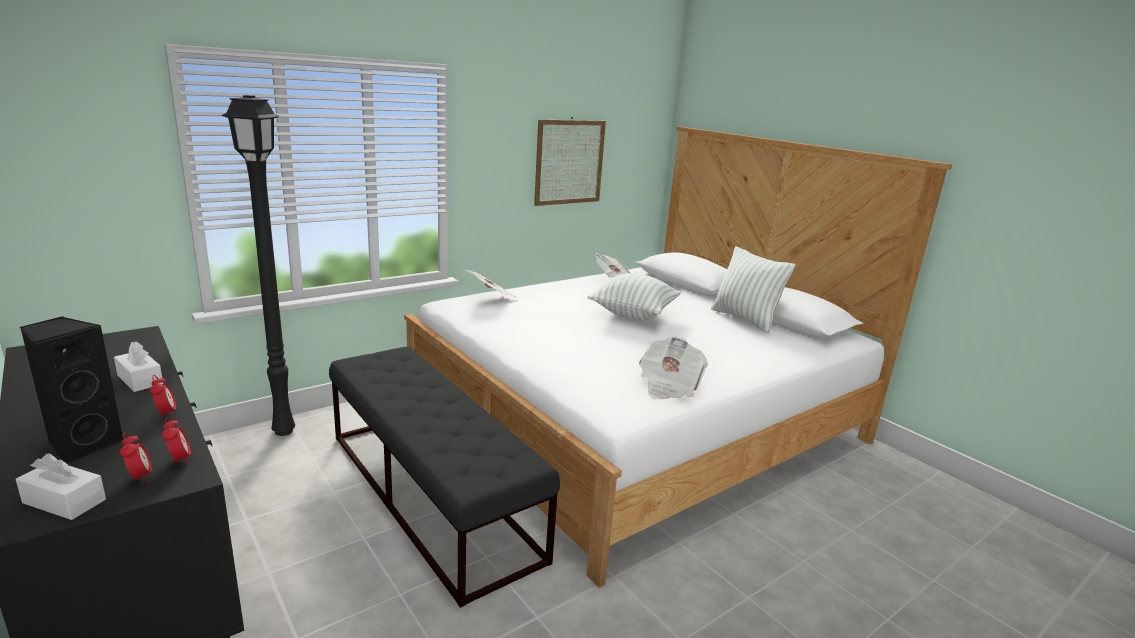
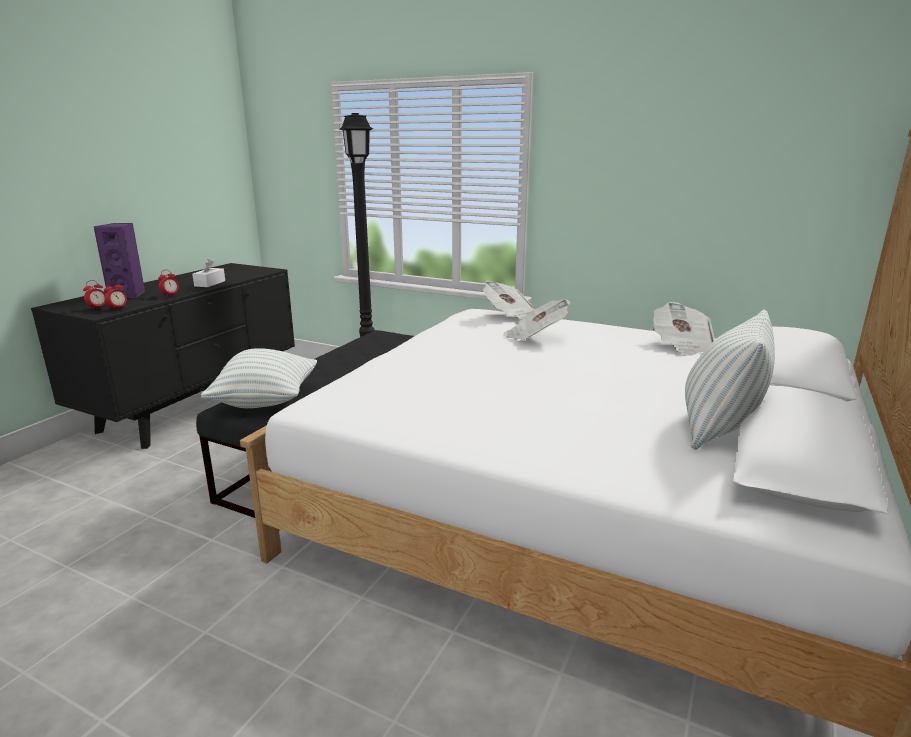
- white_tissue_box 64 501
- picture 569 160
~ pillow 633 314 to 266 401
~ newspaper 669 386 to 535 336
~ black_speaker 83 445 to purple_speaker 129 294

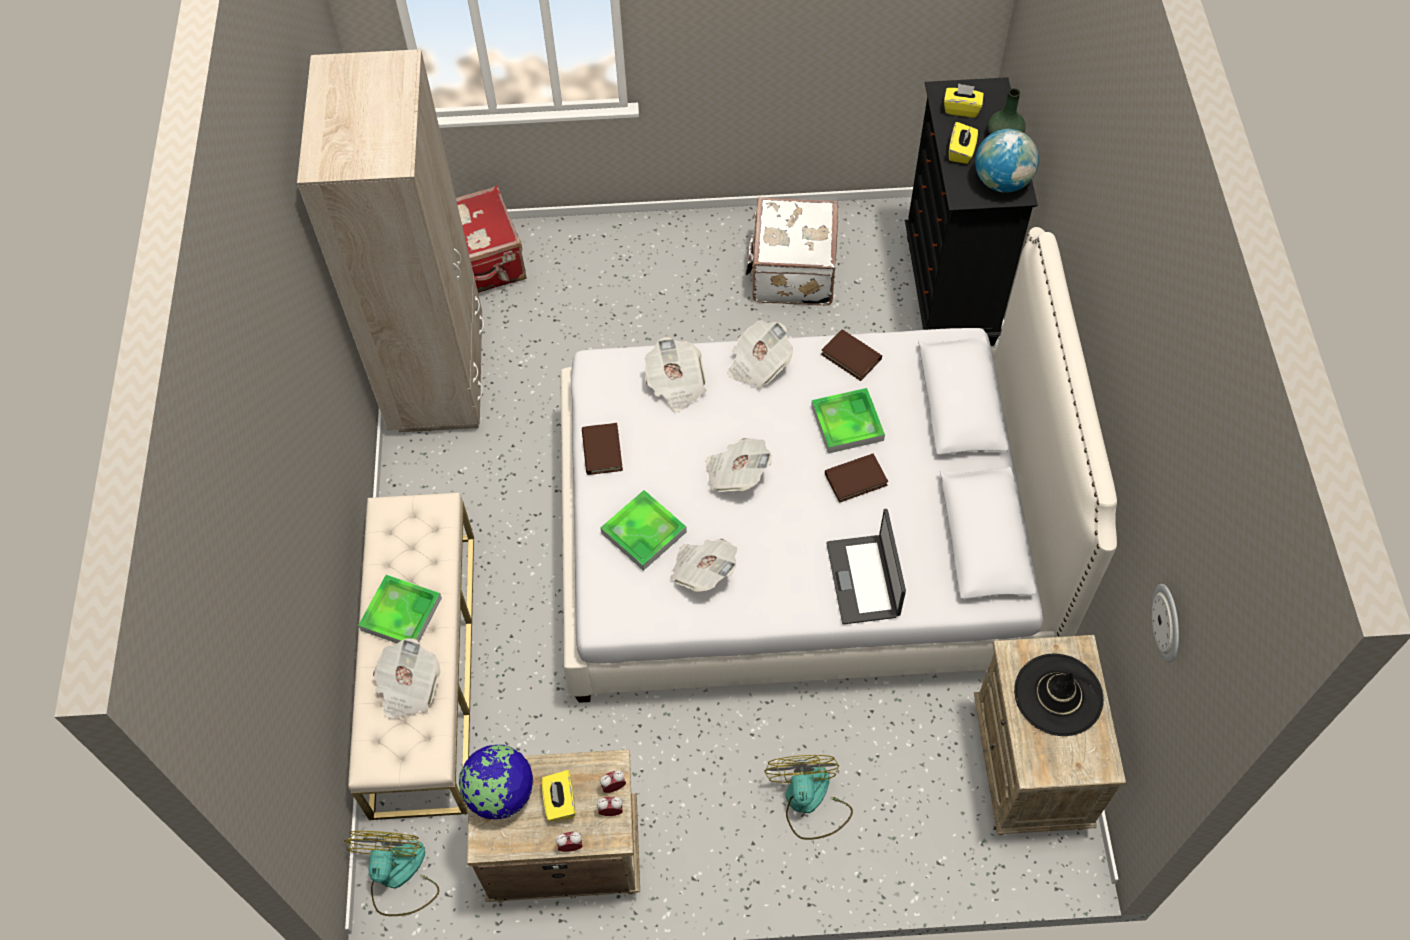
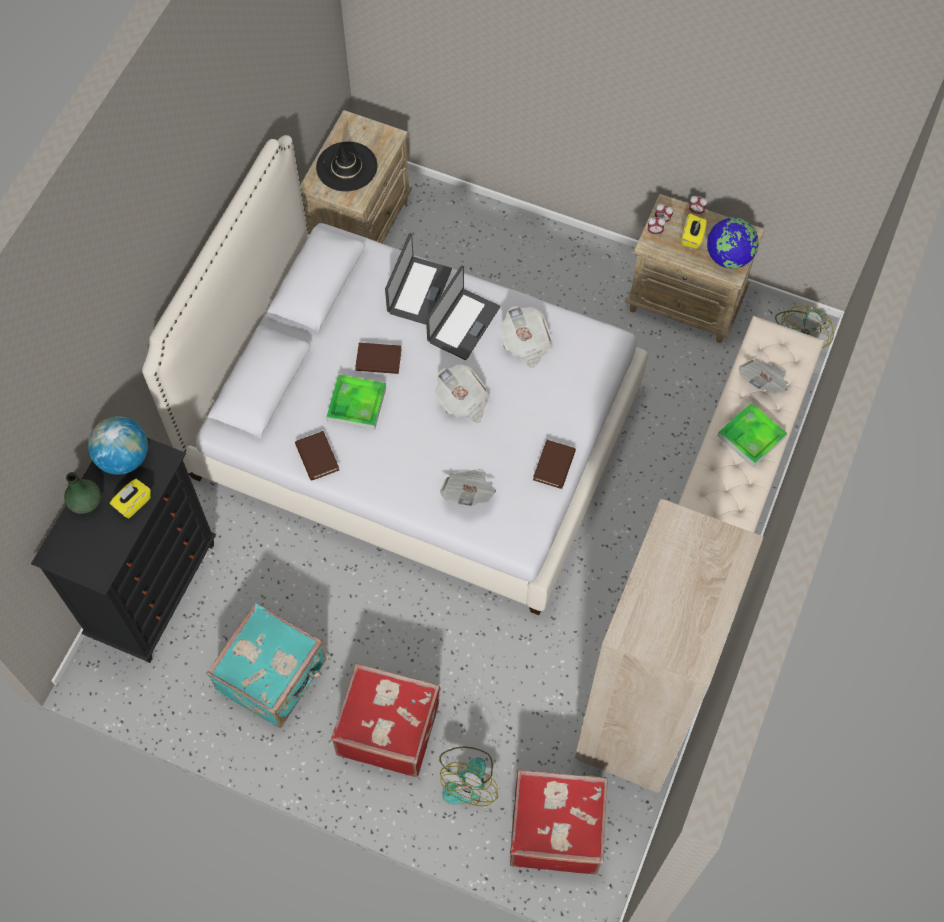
- tray 643 532
- newspaper 758 364
- yellow_tissue_box 961 109
- wall_clock 1168 622
+ red_suitcase 388 727
+ laptop 462 324
~ fan 809 802 to 468 778
~ white_suitcase 791 272 to turquoise_suitcase 274 676

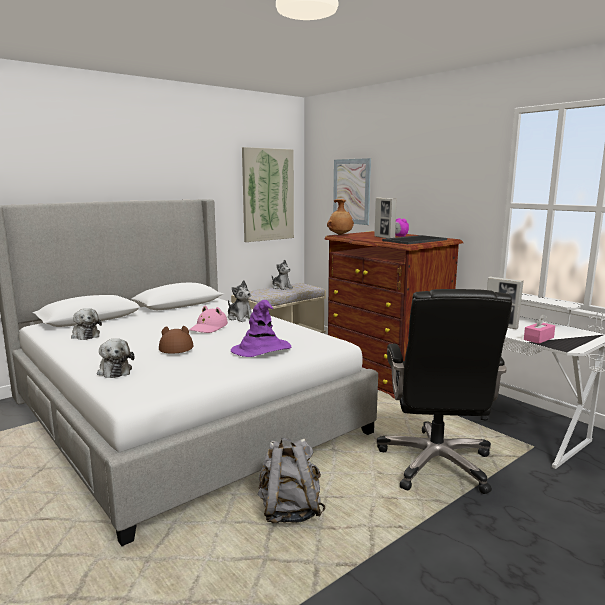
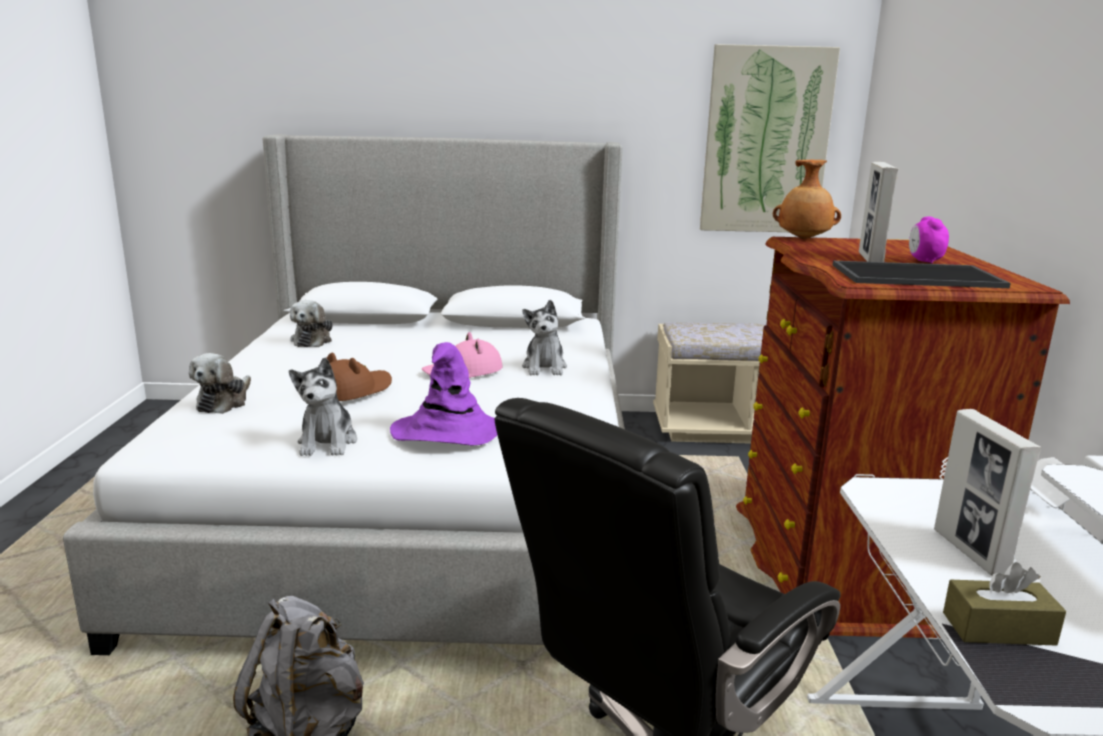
- picture 351 191
~ plush_toy 281 287 to 327 442
~ pink_tissue_box 538 339 to brown_tissue_box 998 629

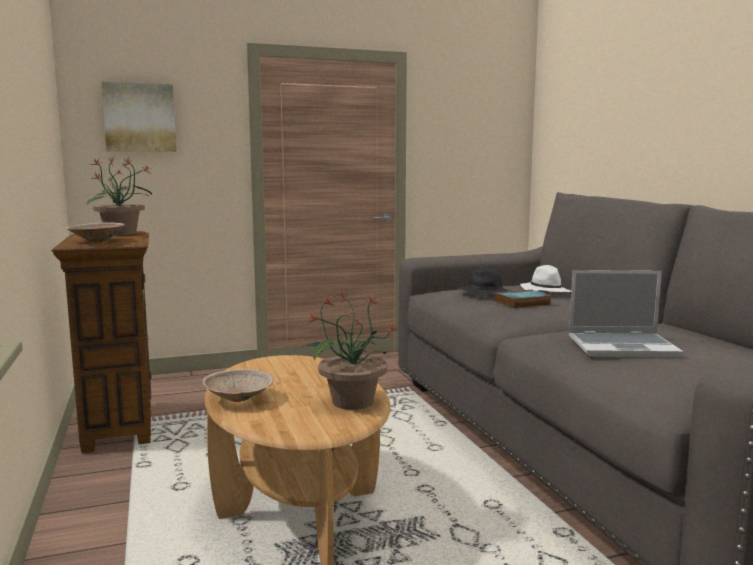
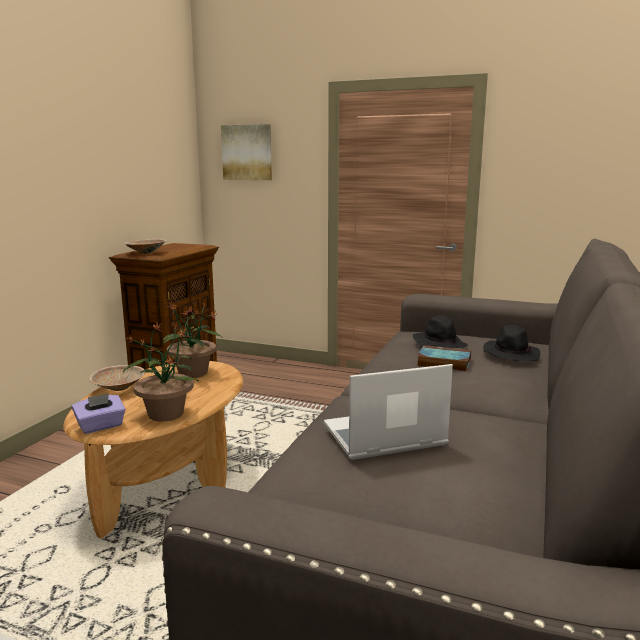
+ purple_tissue_box 101 426
~ potted_plant 121 233 to 193 373
~ white_hat 545 291 to black_hat 510 355
~ laptop 623 347 = 383 437 120 degrees clockwise

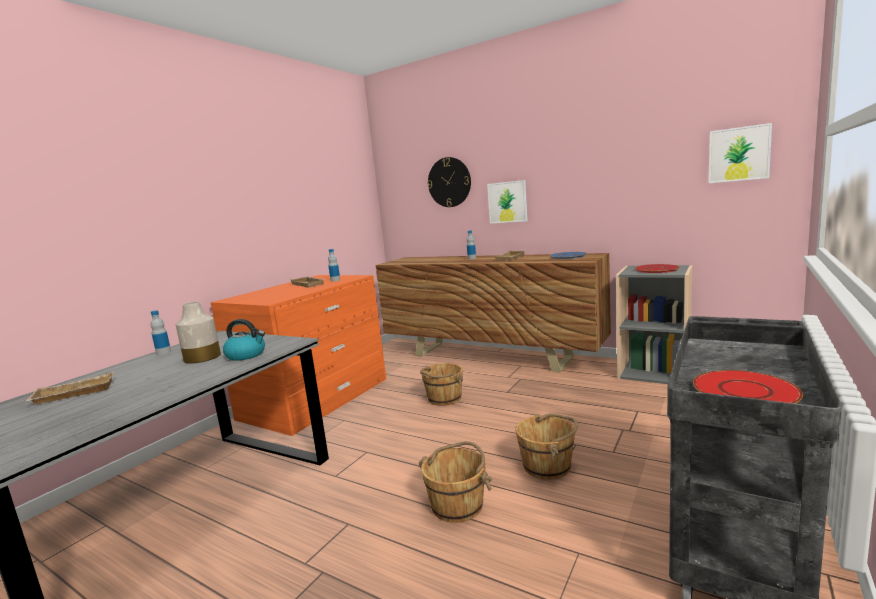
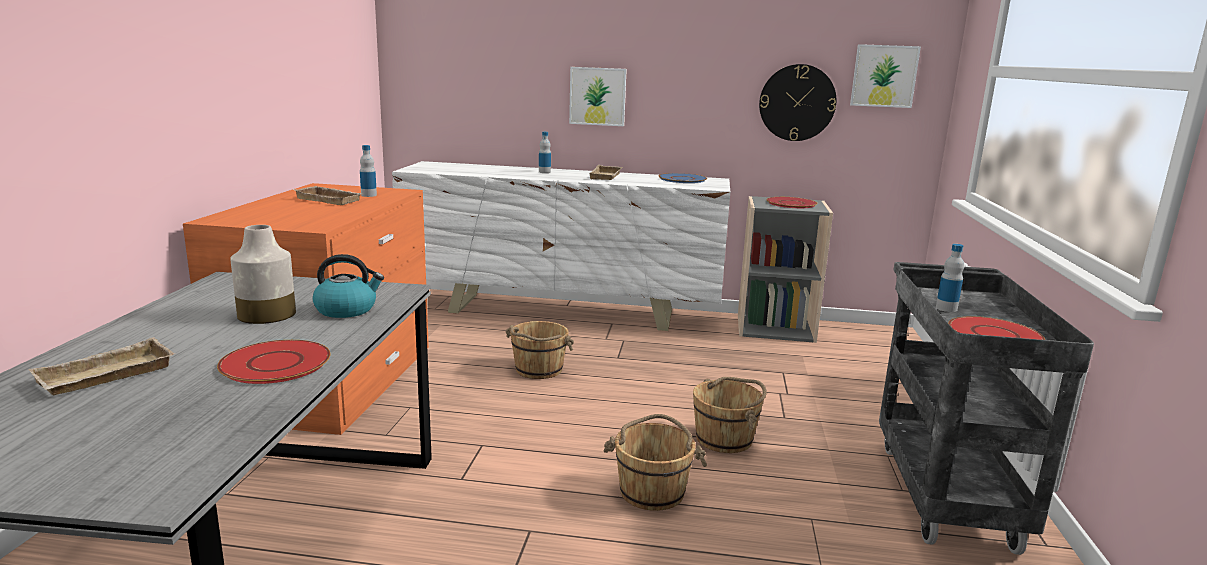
+ red_plate 276 363
~ bottle 163 353 to 946 308
~ wall_clock 449 182 to 797 103
~ brown_cabinet 491 356 to white_cabinet 562 312

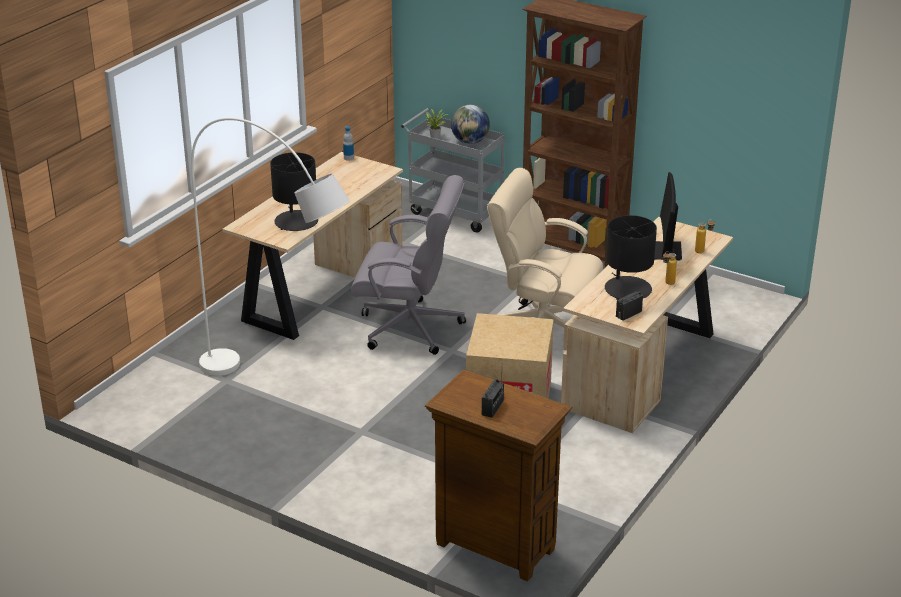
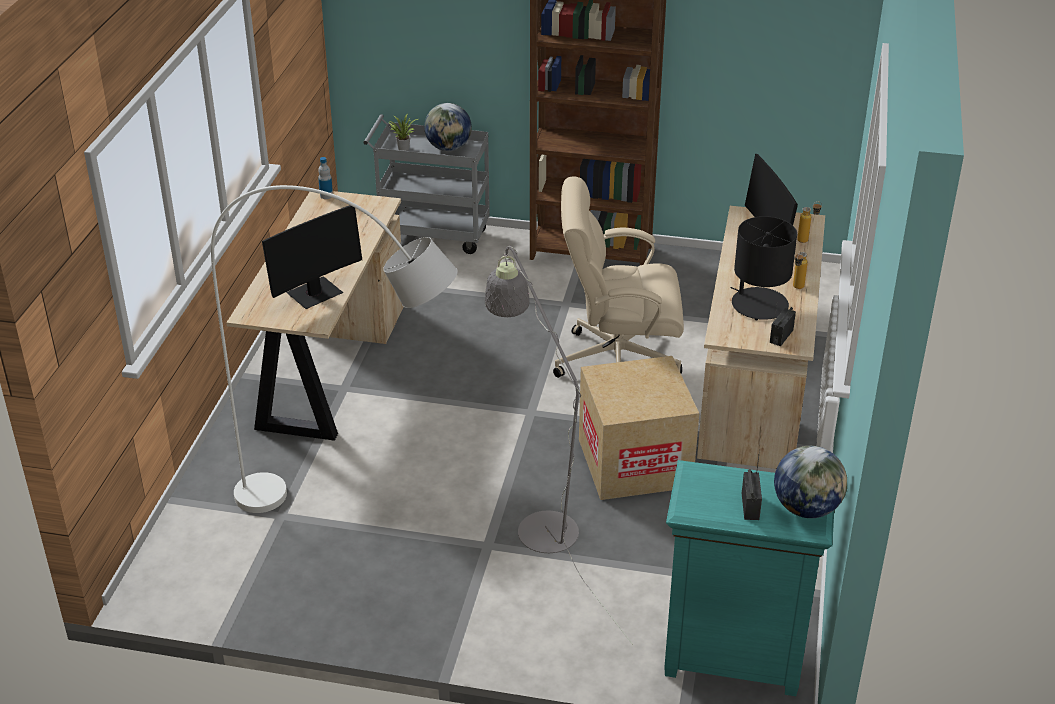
- grey_office_chair 409 327
+ grey_floor_lamp 540 521
+ globe 806 508
~ black_table_lamp 296 221 to monitor 315 294
~ brown_cabinet 493 547 to turquoise_cabinet 731 661

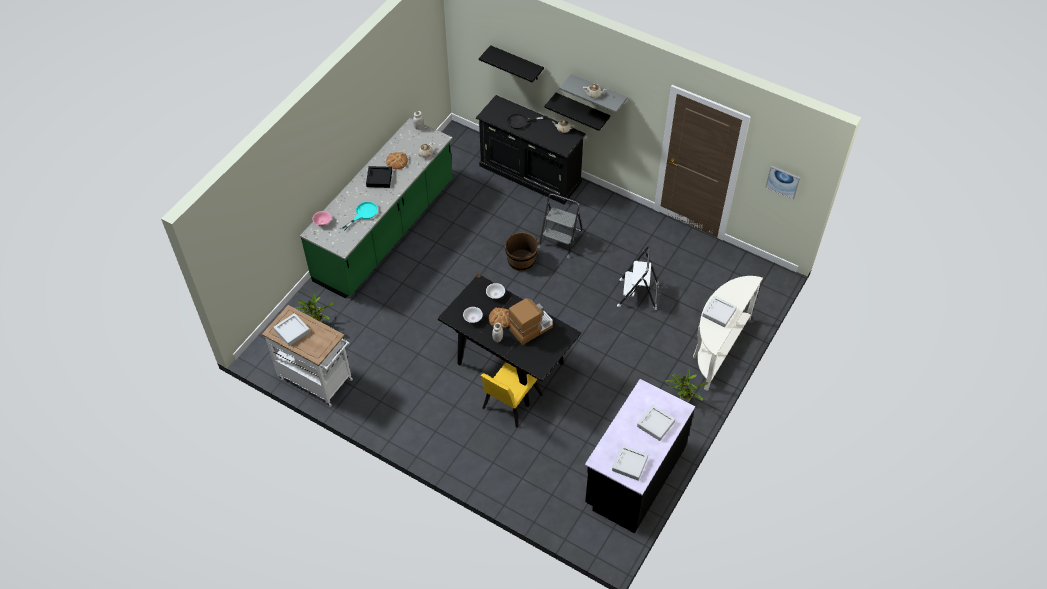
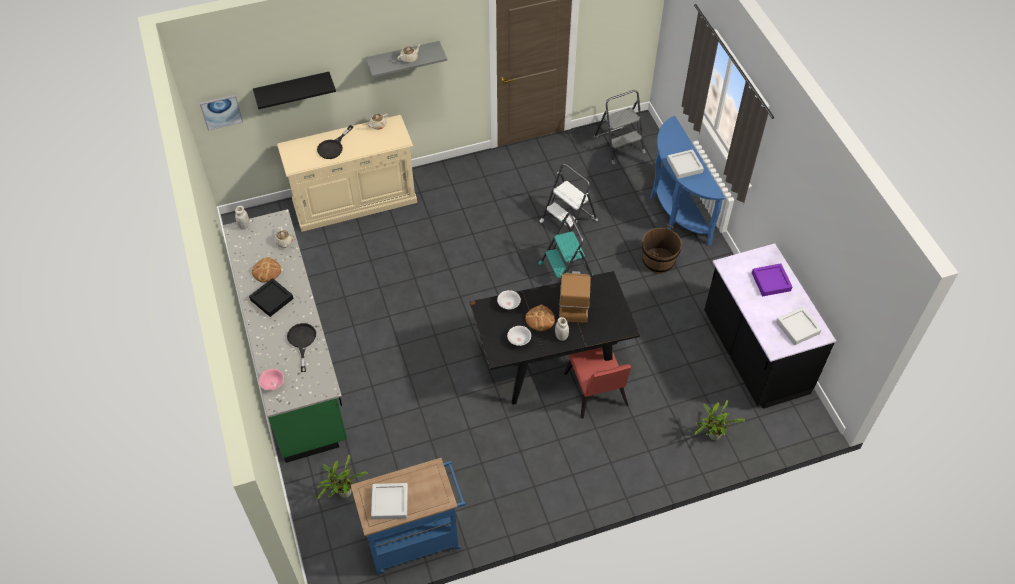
- black_shelf 582 110
+ turquoise_step_ladder 569 271
~ brown_bucket 521 260 to 658 261
~ grey_step_ladder 561 238 to 618 143
~ potted_plant 683 399 to 712 436
~ picture 783 181 to 221 111
~ white_cart 317 380 to blue_cart 415 539
~ turquoise_frying_pan 363 214 to black_frying_pan 302 341
~ black_cabinet 530 174 to beige_cabinet 355 202
~ yellow_chair 509 404 to red_chair 596 393
~ grey_tray 655 424 to purple_tray 771 282
~ white_console_table 716 348 to blue_console_table 675 209

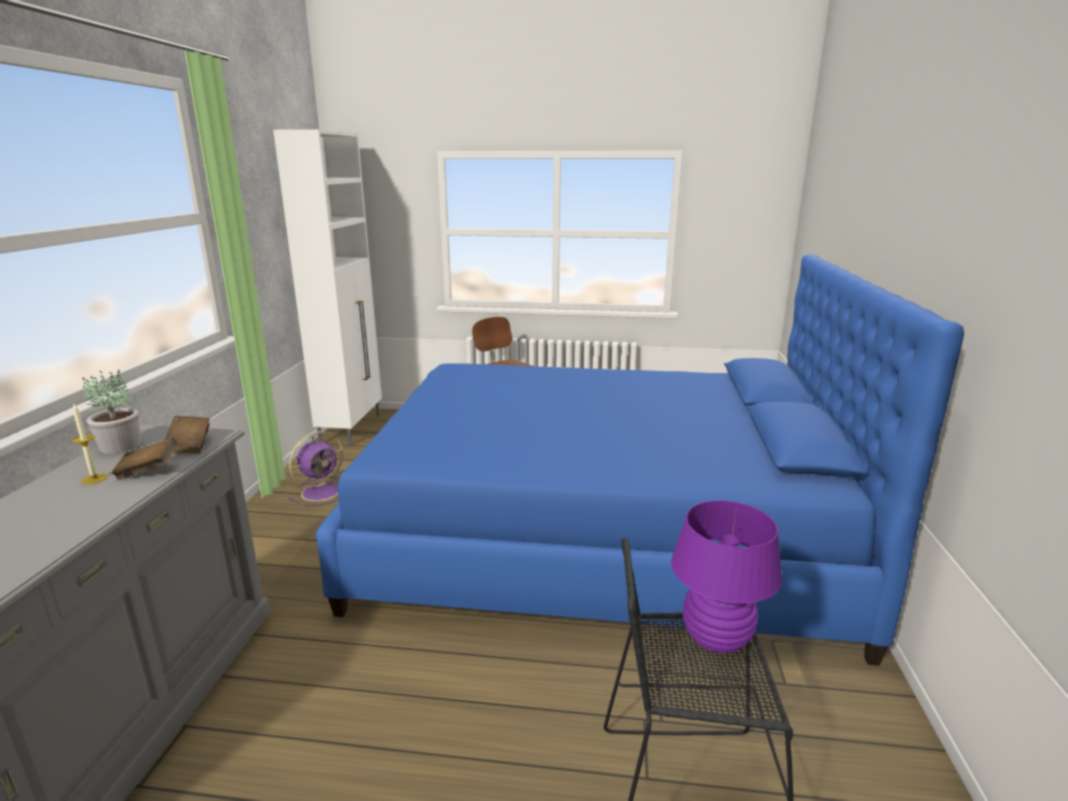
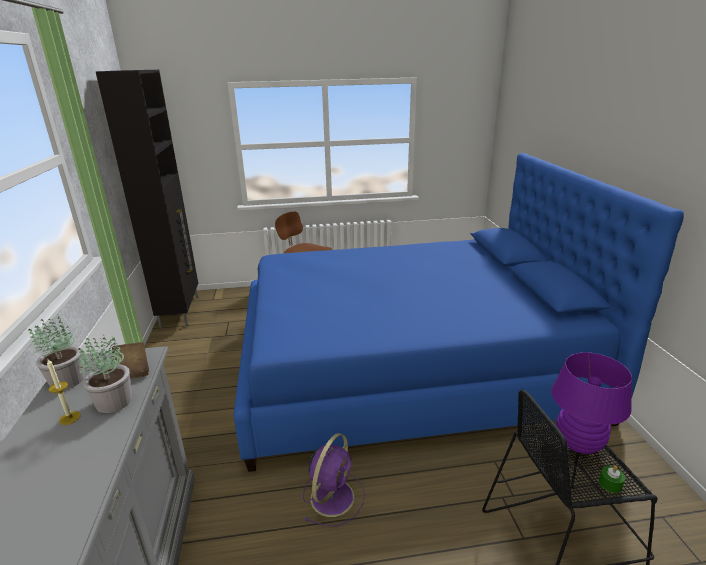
+ green_candle 610 484
~ purple_fan 323 491 to 333 496
~ brown_book 148 471 to potted_plant 115 401
~ white_cabinet 352 428 to black_cabinet 180 311

